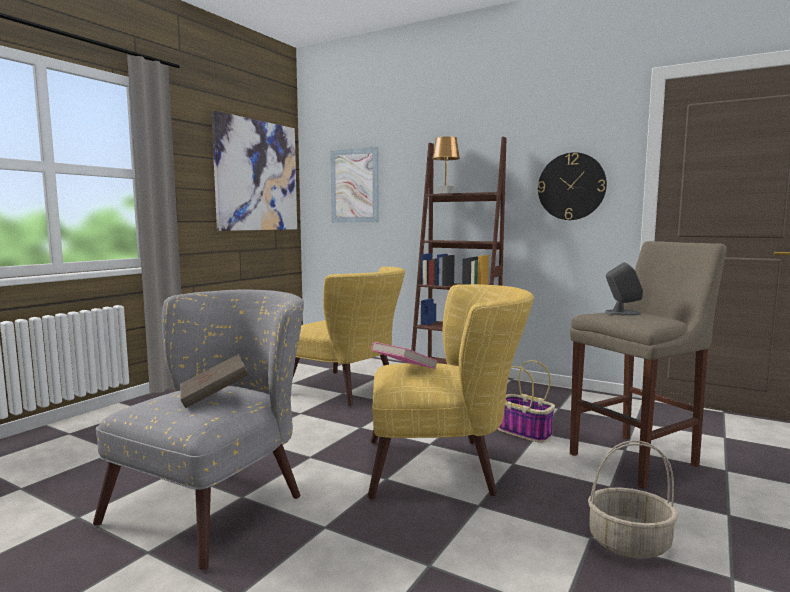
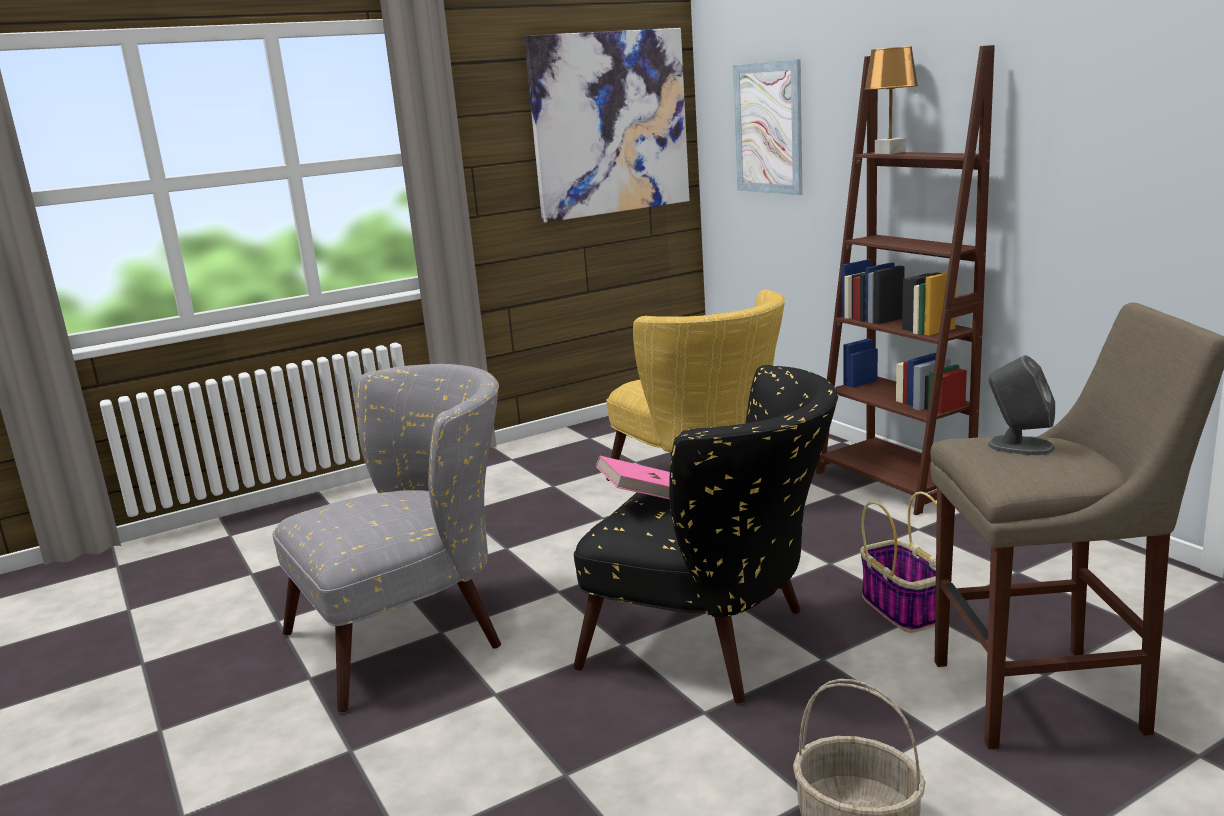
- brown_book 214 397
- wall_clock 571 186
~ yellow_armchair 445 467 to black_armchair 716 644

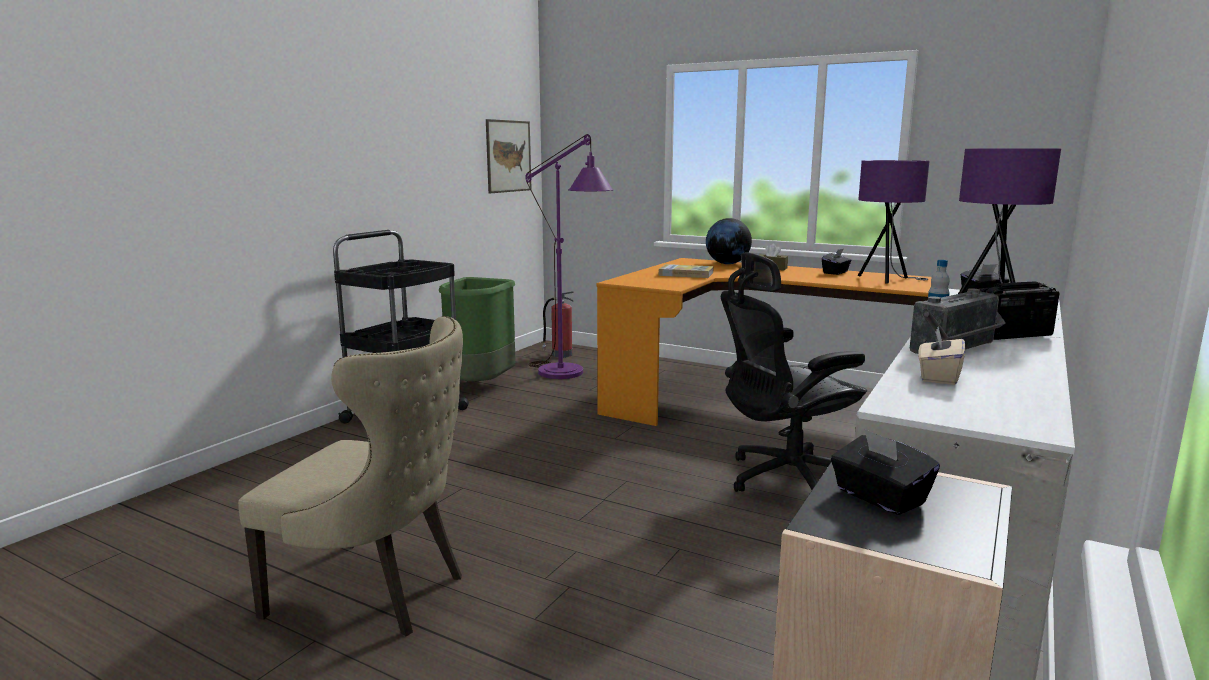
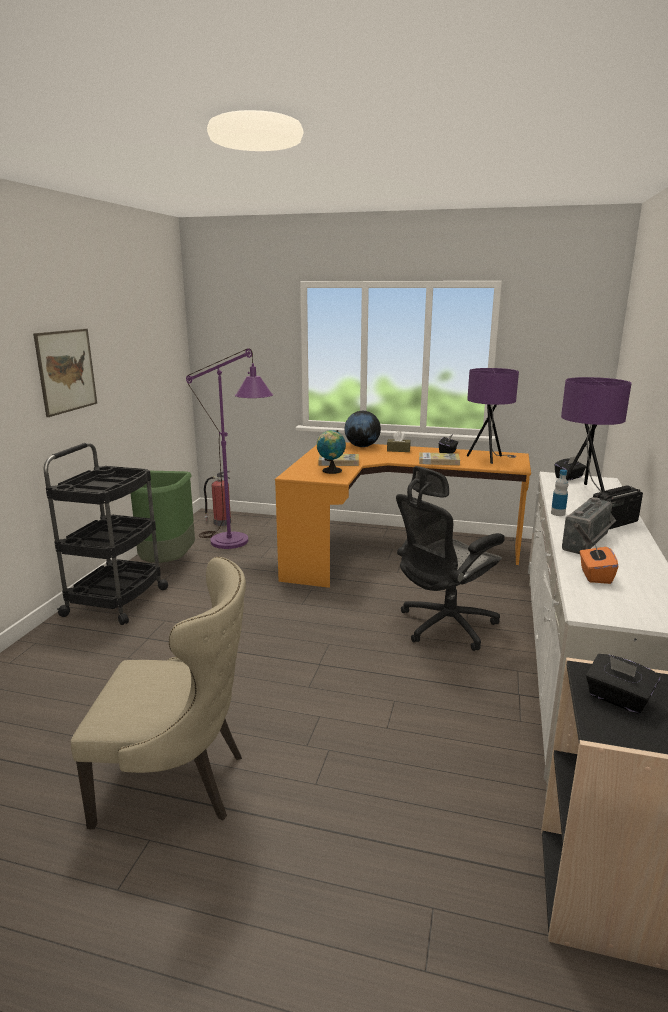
+ globe 330 471
+ book 438 461
~ picture 508 156 to 66 371
~ beige_tissue_box 938 377 to orange_tissue_box 595 575

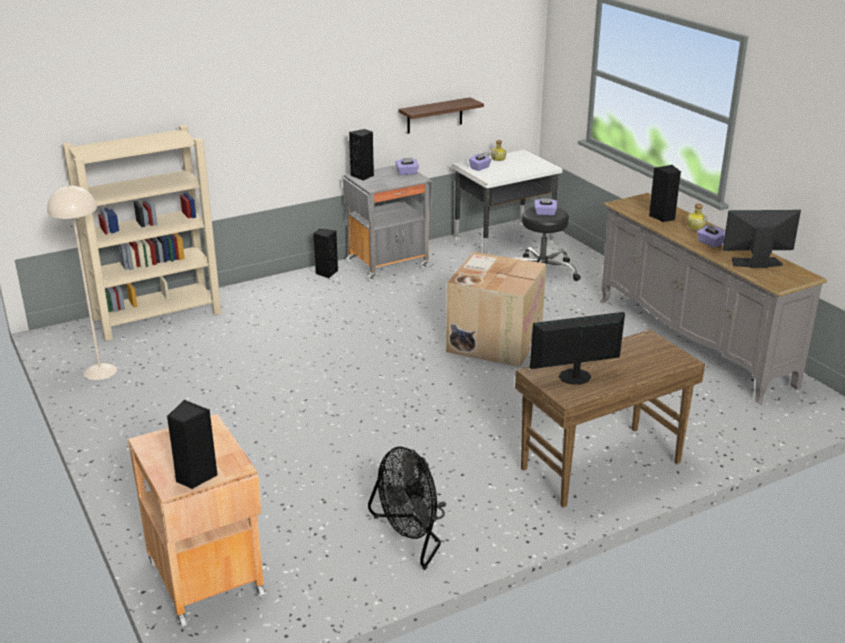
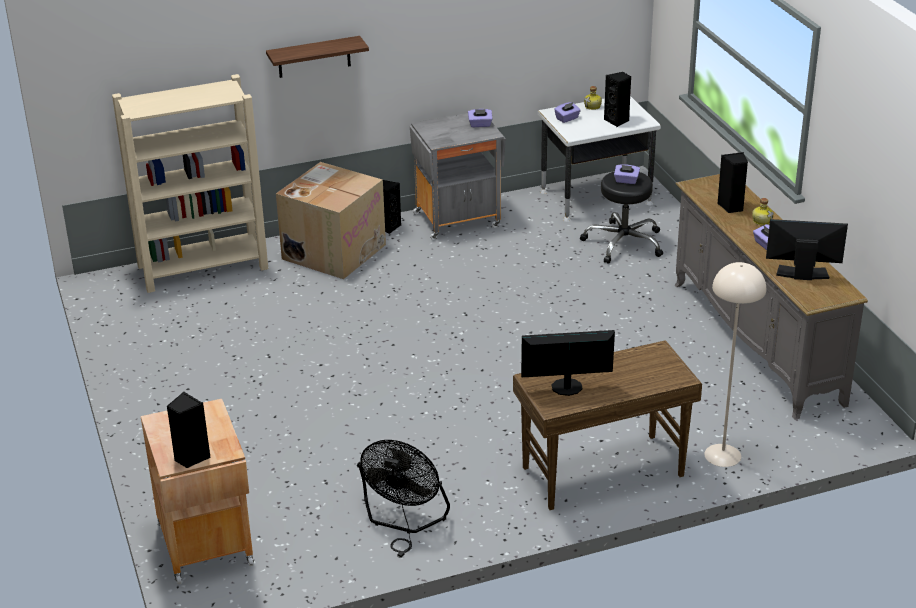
~ beige_floor_lamp 100 371 to 722 455
~ black_speaker 363 176 to 617 121
~ shelf 434 115 to 314 57
~ cardboard_box 494 340 to 333 251
~ black_fan 413 533 = 400 521 135 degrees clockwise

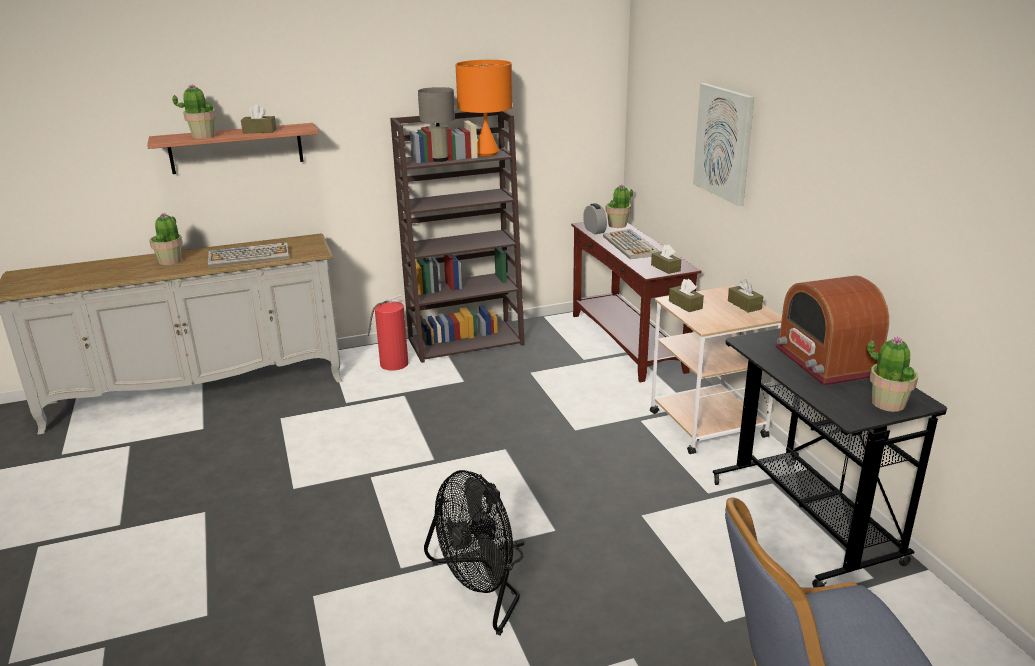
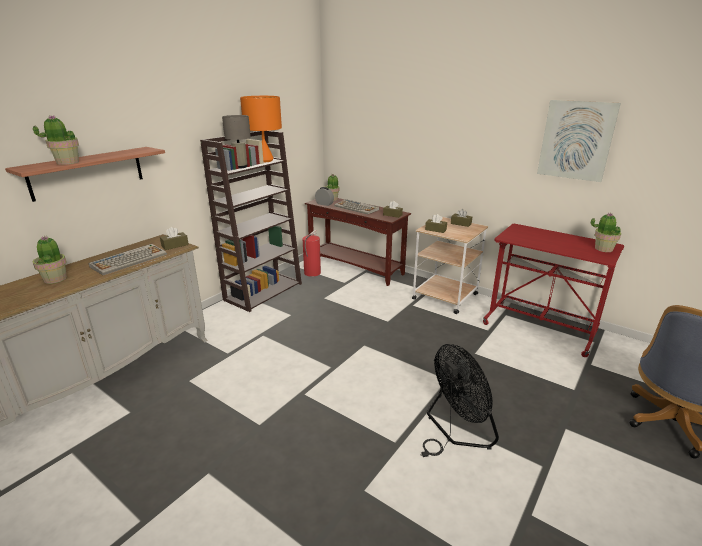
- radio 826 361
~ brown_tissue_box 259 131 to 175 245
~ fire_extinguisher 392 364 to 311 273
~ picture 724 143 to 576 140
~ black_desk 804 521 to red_desk 540 327
~ black_fan 483 583 = 451 427 135 degrees counterclockwise

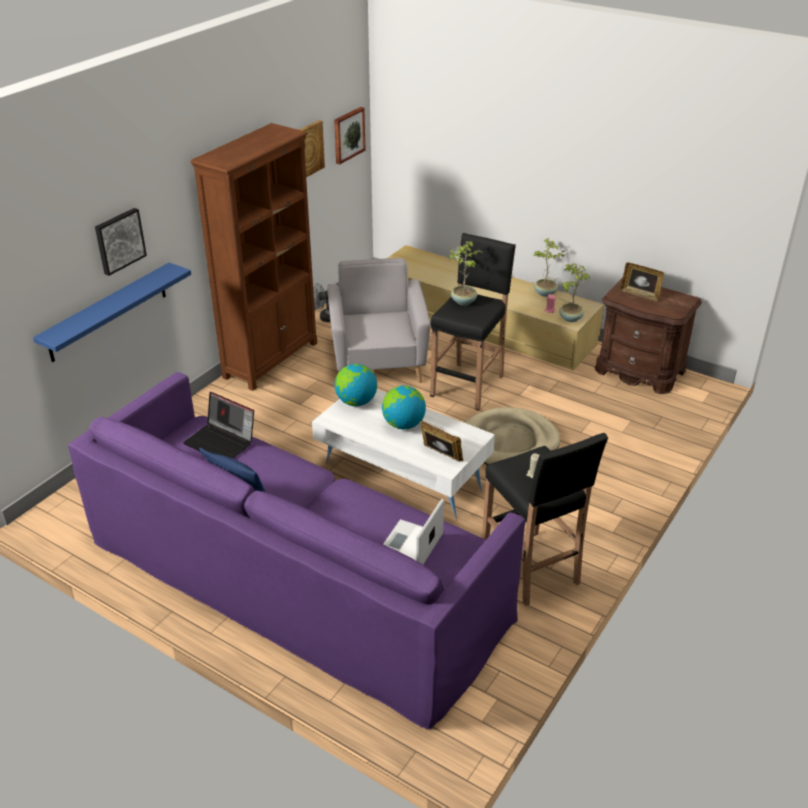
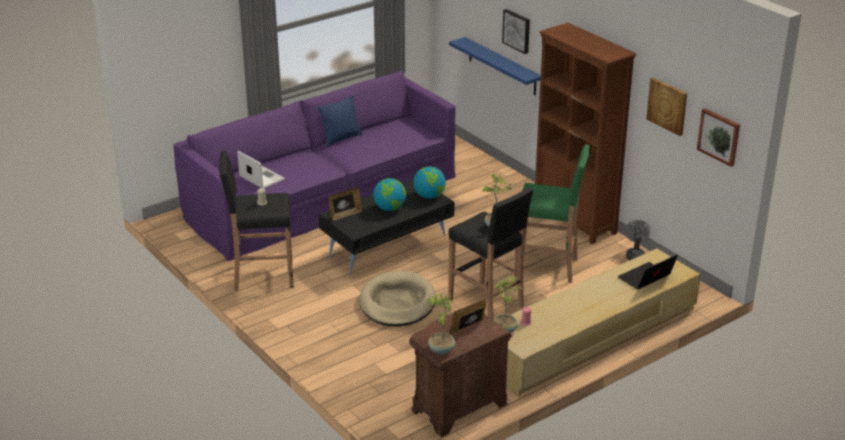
~ laptop 221 442 to 646 279
~ potted_plant 545 293 to 441 350
~ grey_armchair 378 361 to green_stool 547 267
~ white_coffee_table 401 478 to black_coffee_table 387 248

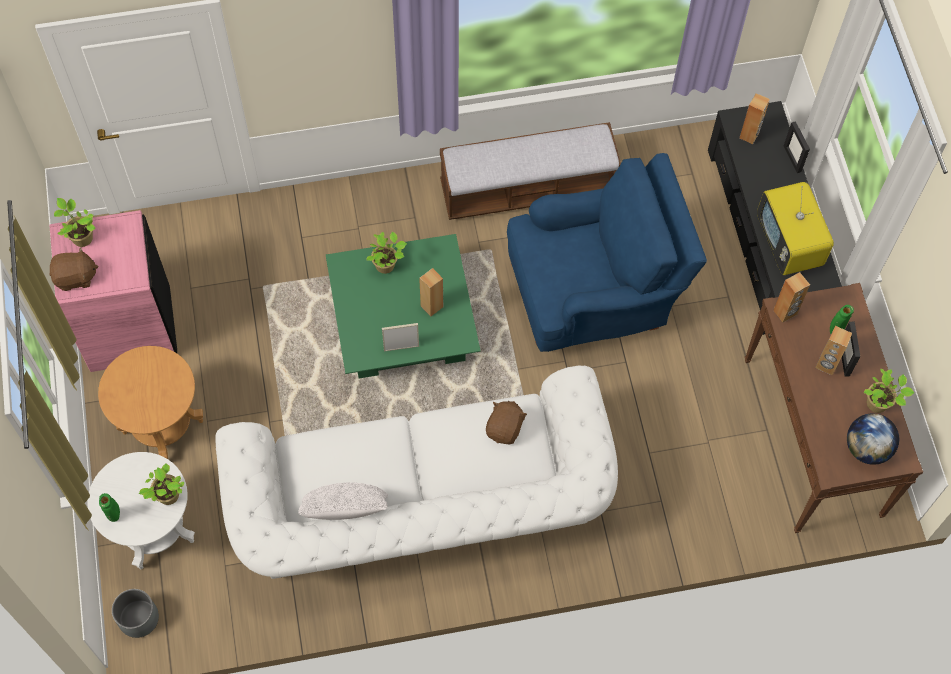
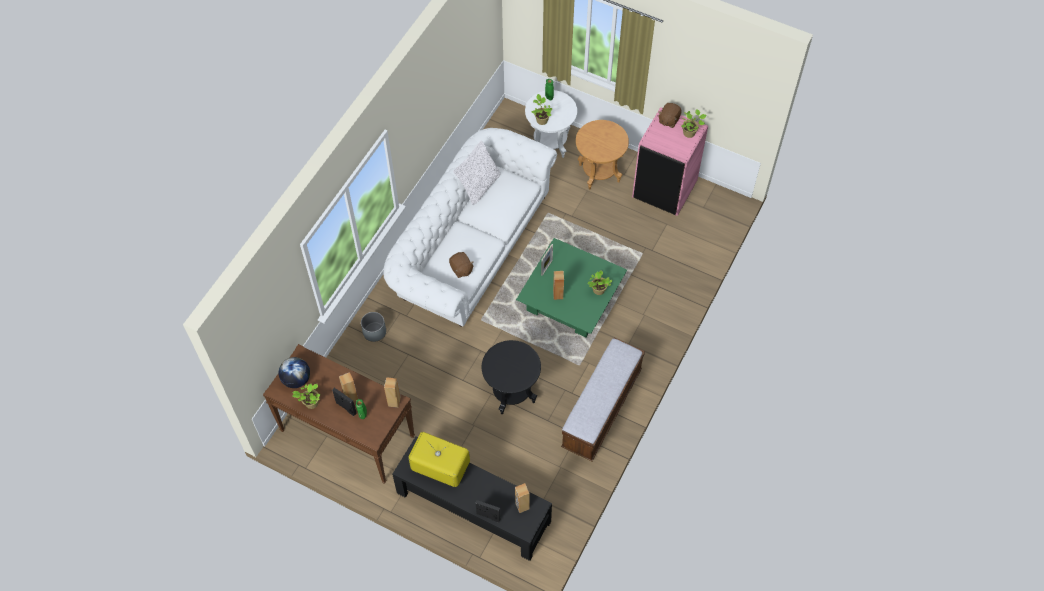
~ grey_planter 138 618 to 374 331
~ blue_armchair 593 296 to black_side_table 511 393

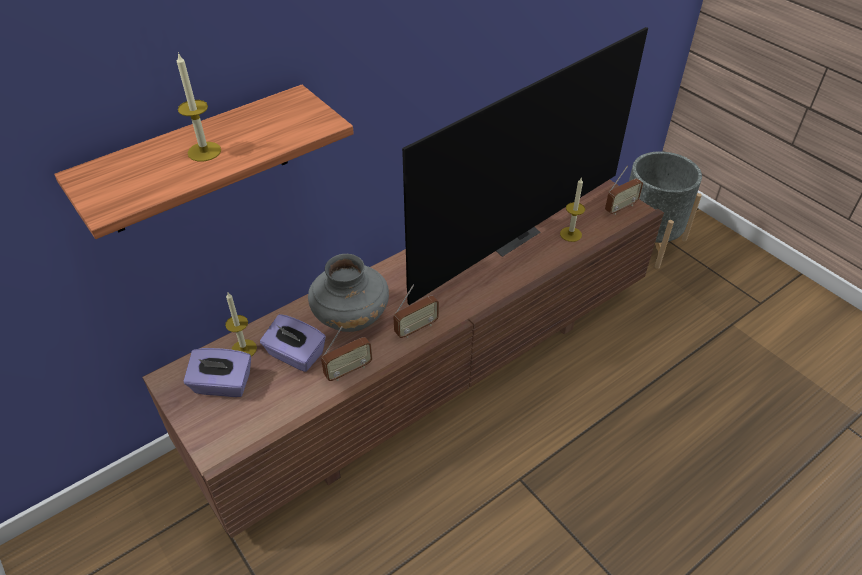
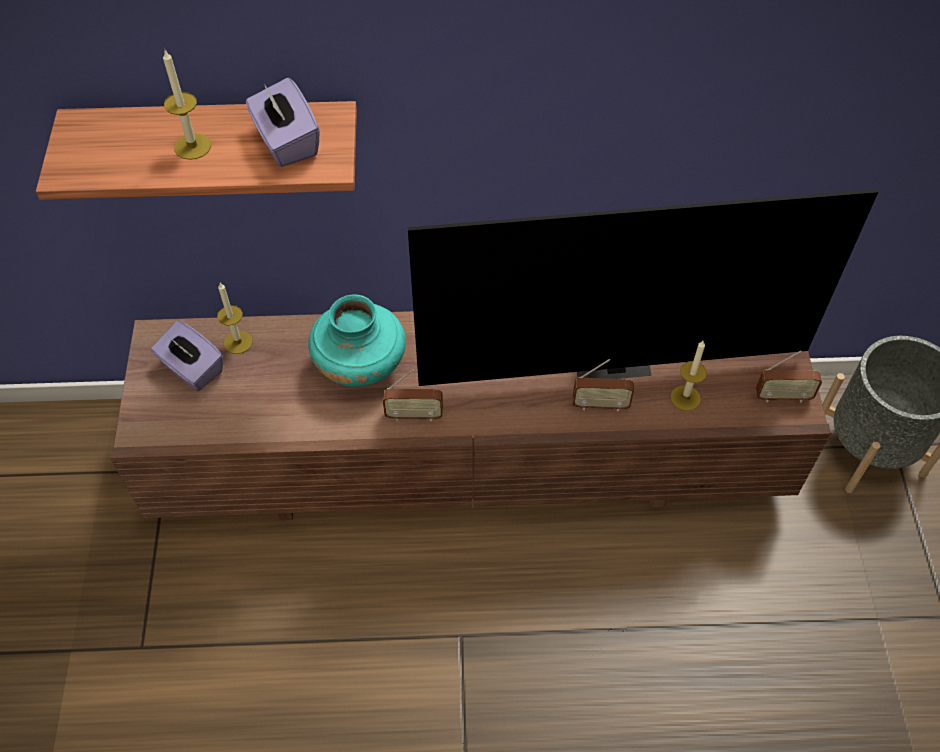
~ purple_tissue_box 295 355 to 286 142
~ radio 348 370 to 600 405
~ grey_vase 351 318 to turquoise_vase 360 365

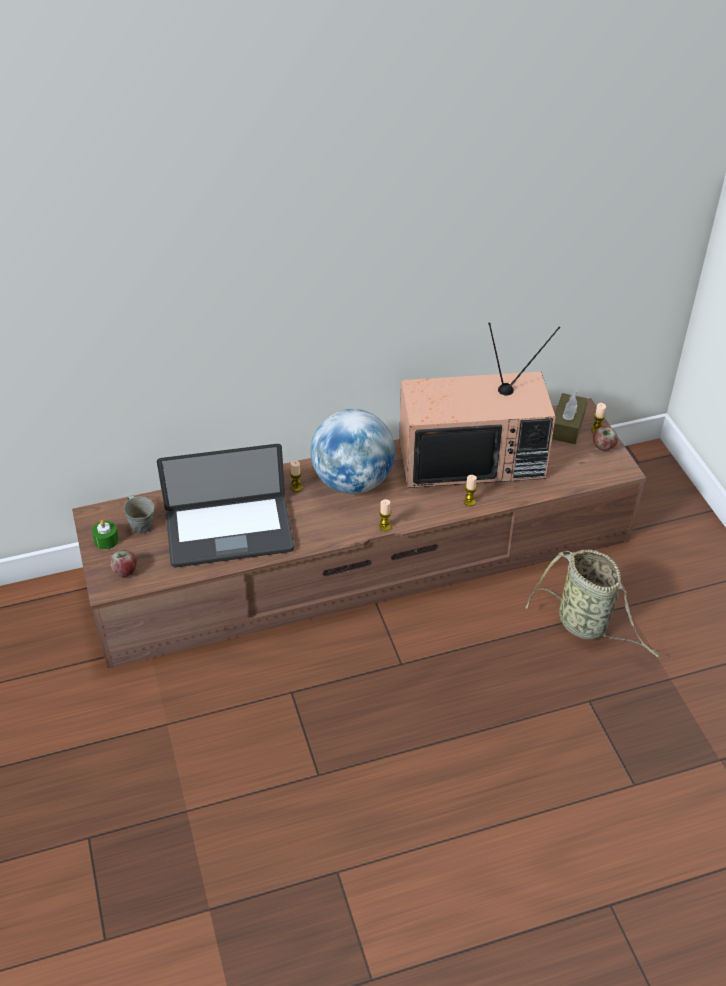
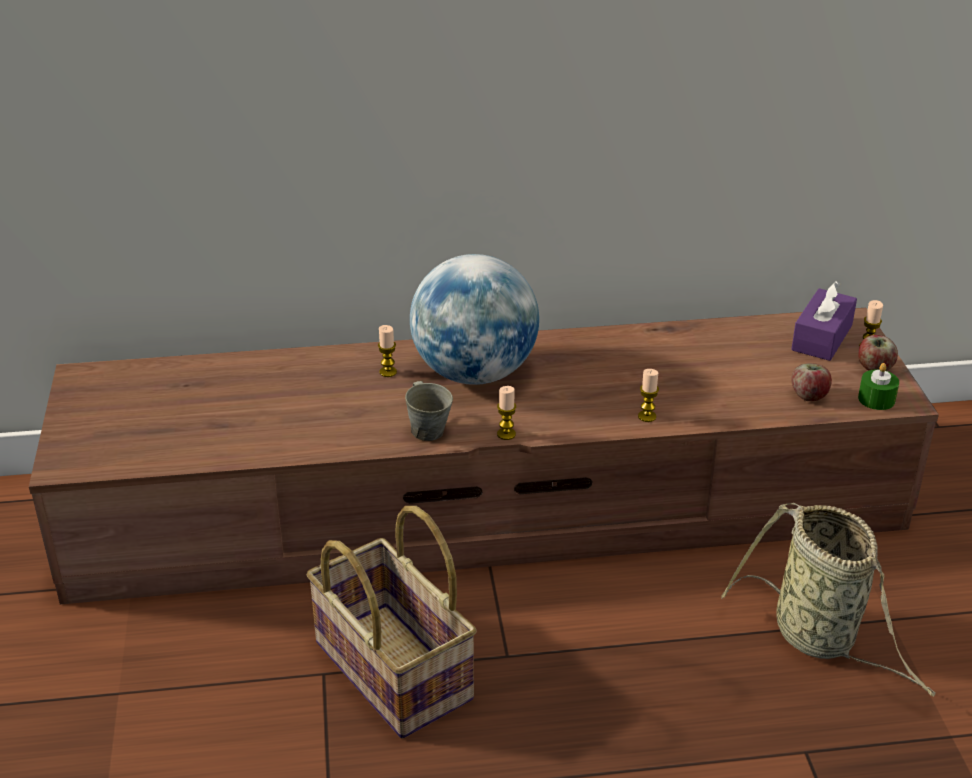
- laptop 229 533
- television 473 458
+ basket 390 671
~ green_candle 106 540 to 876 399
~ apple 125 571 to 809 396
~ grey_mug 141 525 to 428 429
~ brown_tissue_box 567 426 to purple_tissue_box 822 337

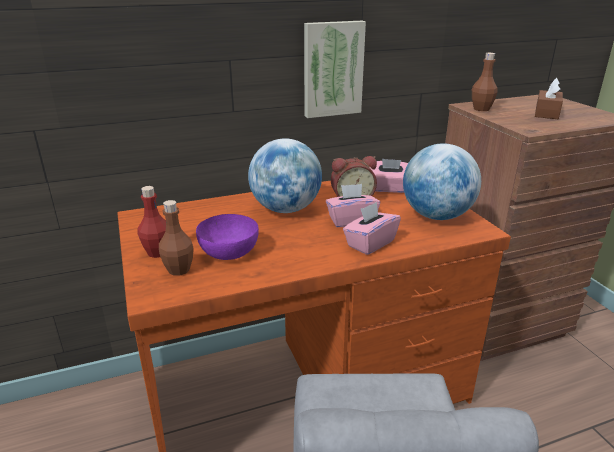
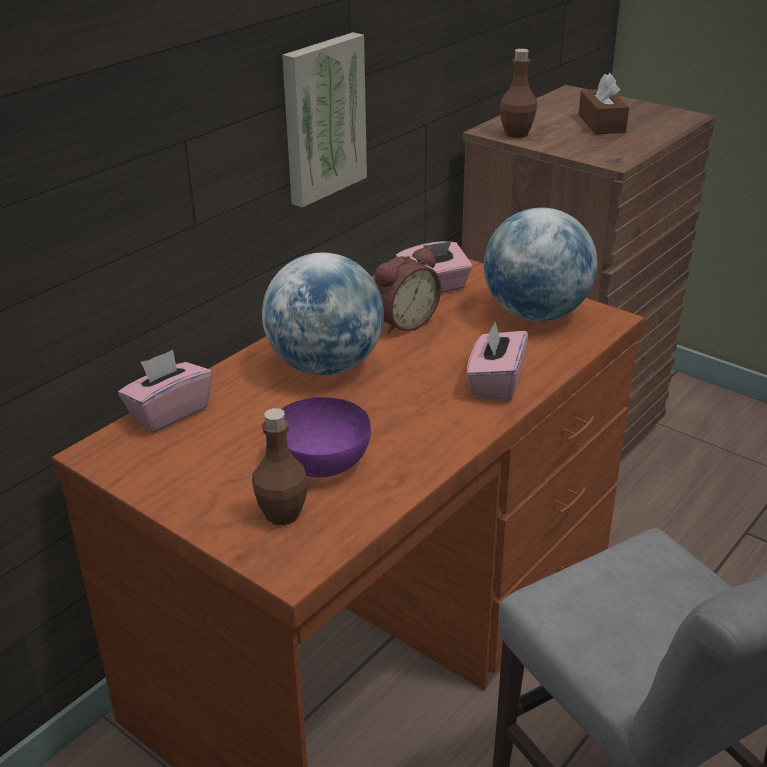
- red_bottle 157 252
~ pink_tissue_box 351 220 to 169 413

